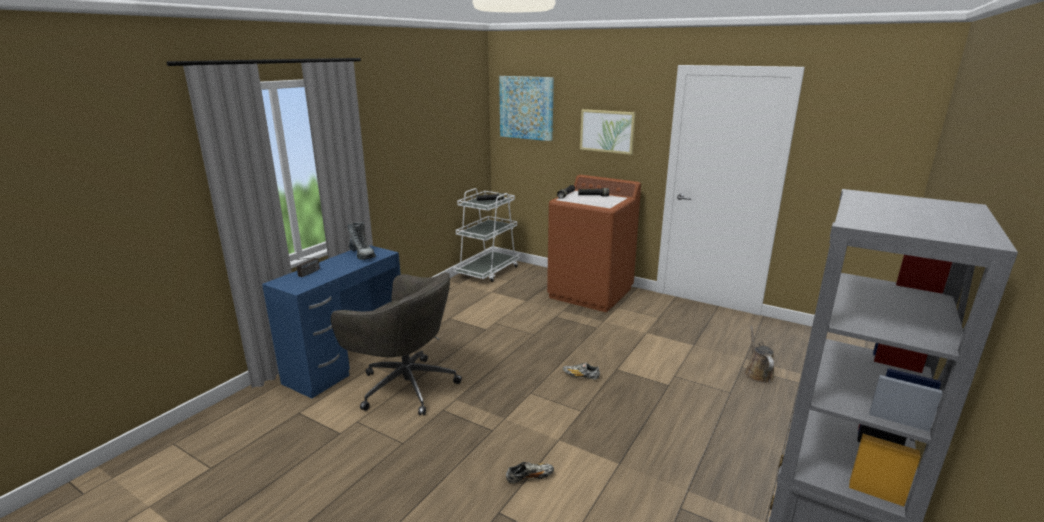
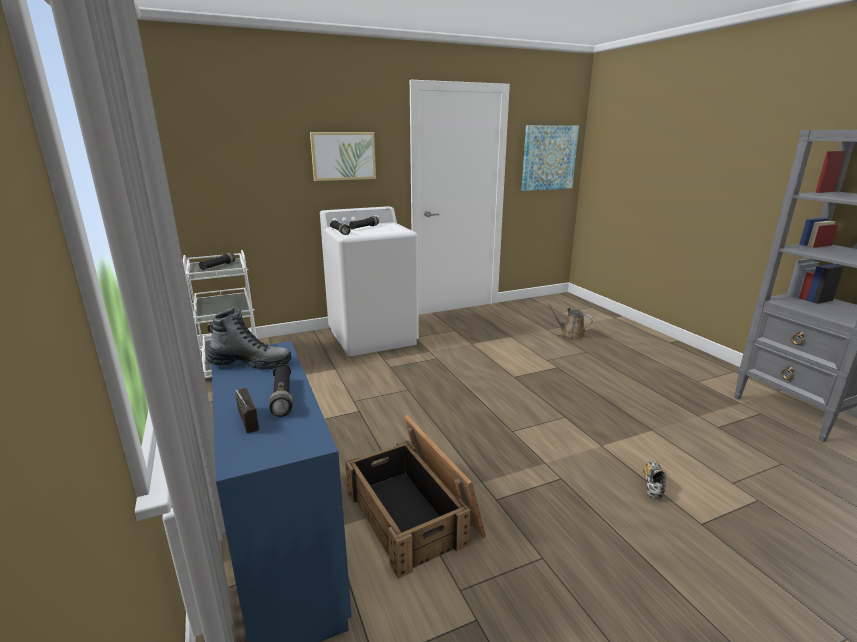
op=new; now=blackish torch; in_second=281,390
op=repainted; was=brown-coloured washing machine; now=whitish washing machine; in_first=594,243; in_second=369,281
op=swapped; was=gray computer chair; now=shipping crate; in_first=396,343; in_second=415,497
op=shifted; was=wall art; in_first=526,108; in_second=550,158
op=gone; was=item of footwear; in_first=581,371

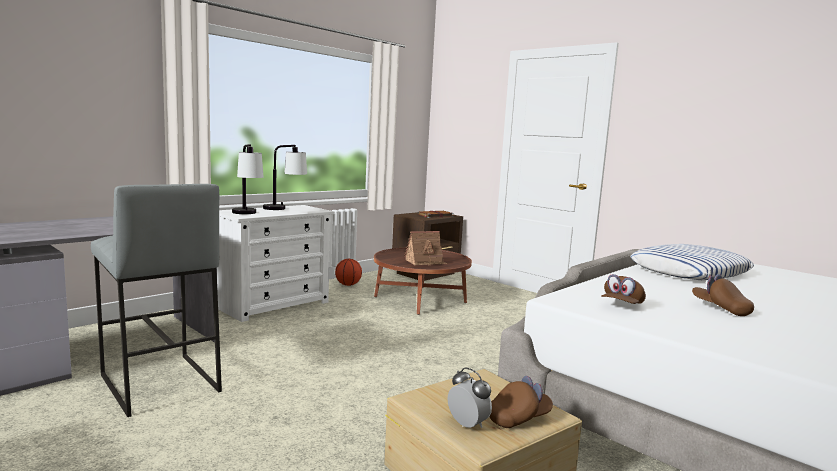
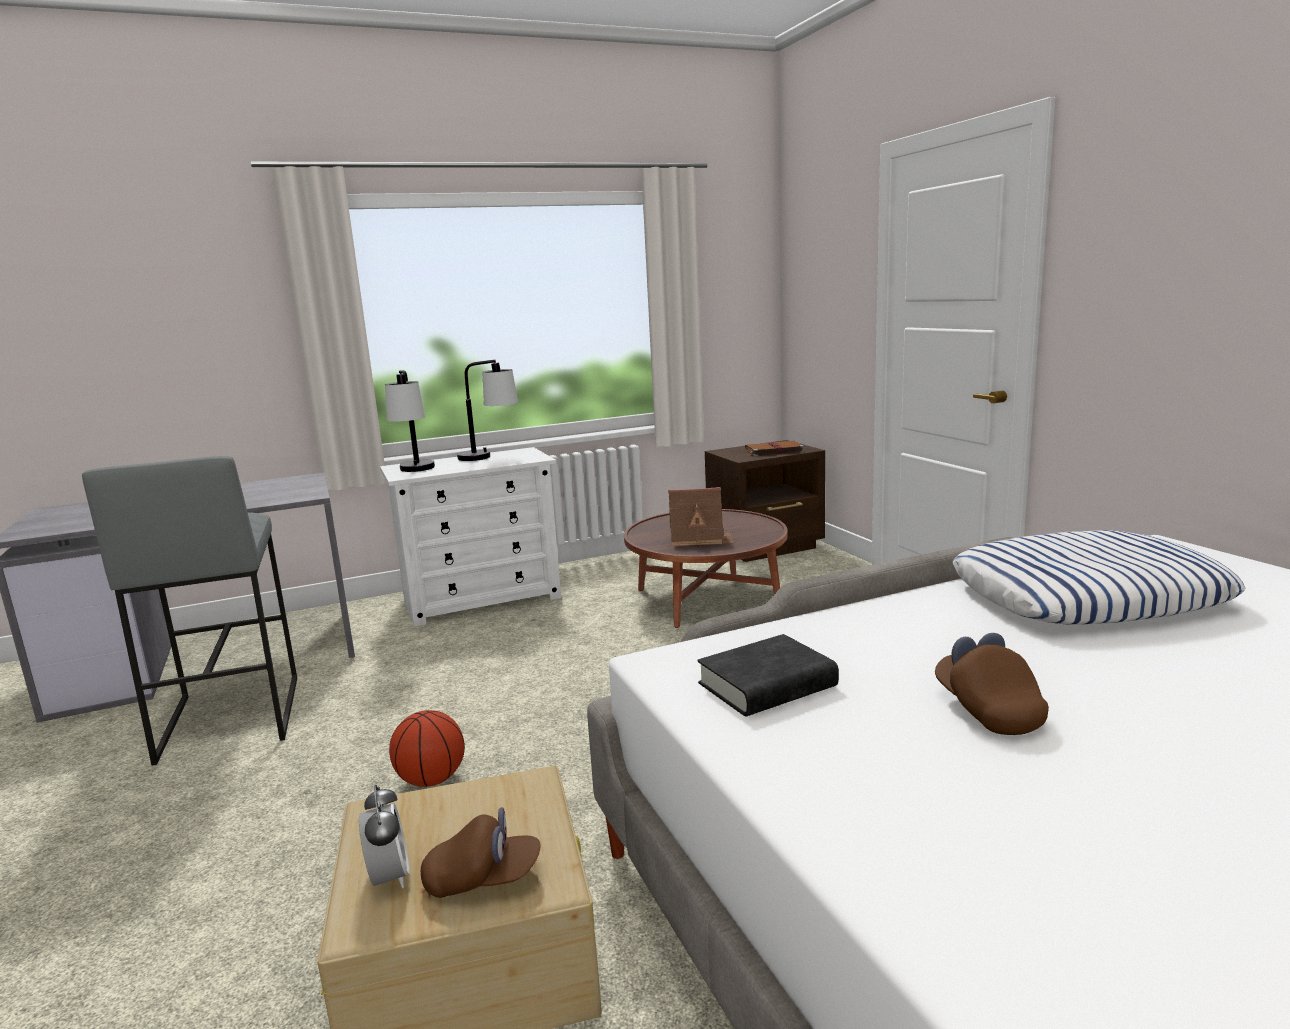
op=shifted; was=basketball; in_first=348,272; in_second=427,748
op=swapped; was=brown-coloured peaked cap; now=blackish volume; in_first=623,289; in_second=768,675

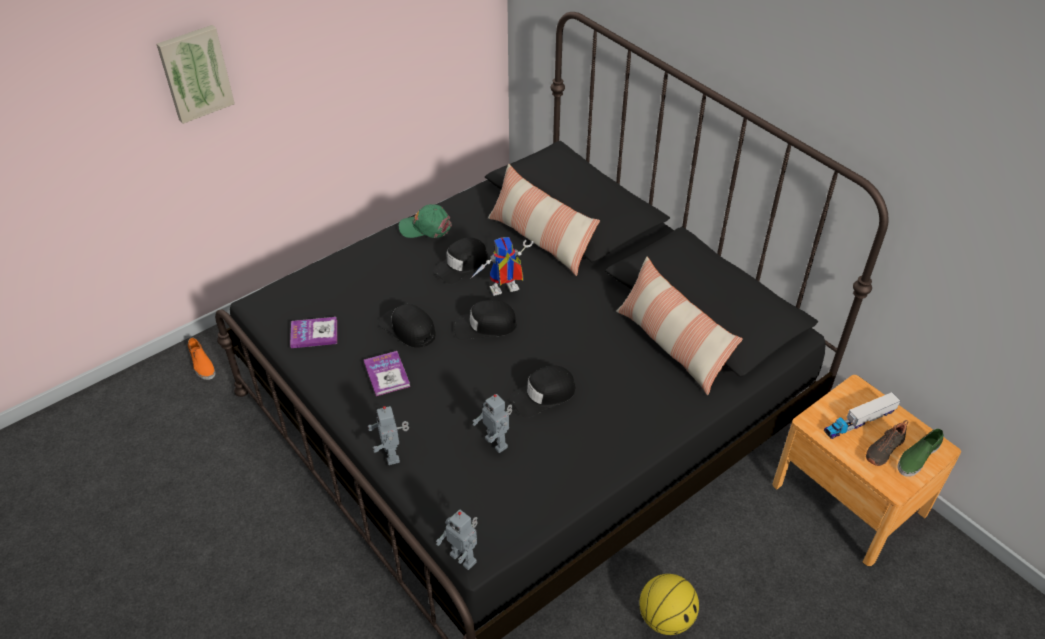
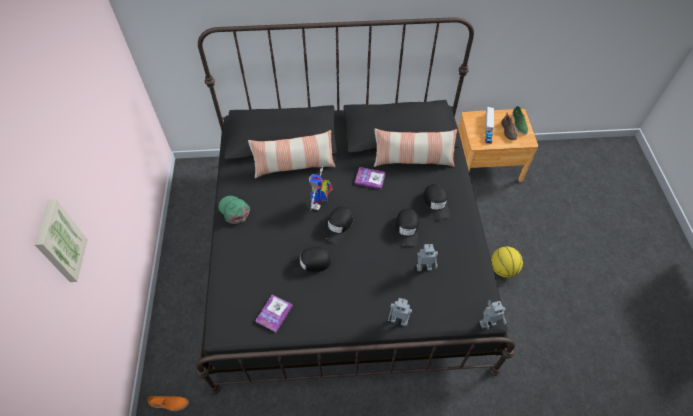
op=rotated; was=greenish peaked cap; in_first=425,221; in_second=234,210; clockwise=105
op=shifted; was=volume; in_first=387,373; in_second=370,178
op=shifted; was=blackish peaked cap; in_first=460,260; in_second=436,202

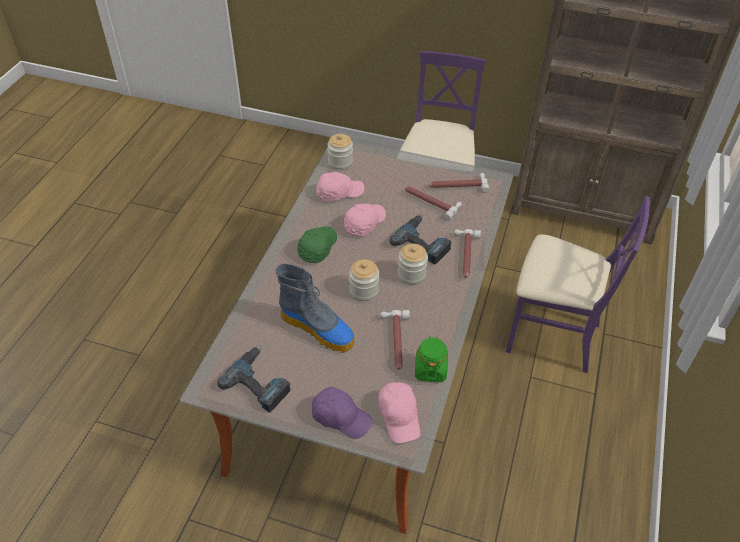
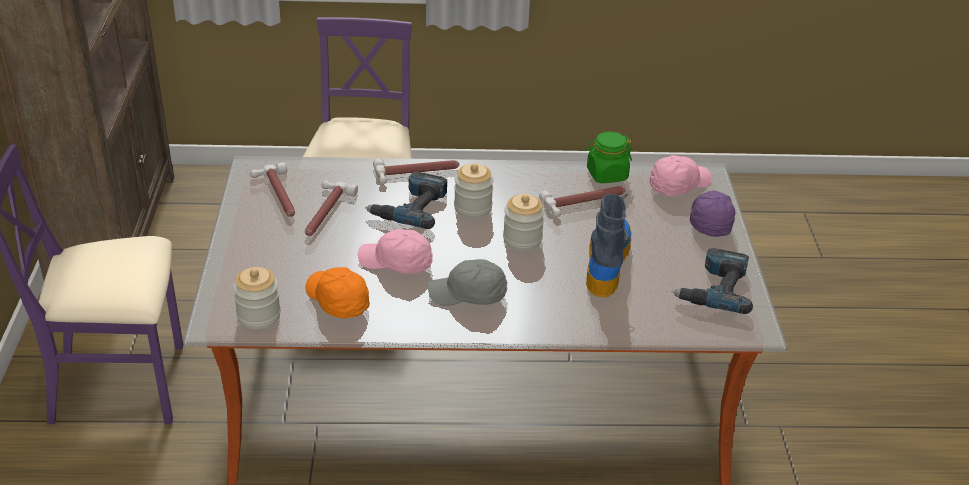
op=repainted; was=pink peaked cap; now=orangey peaked cap; in_first=340,186; in_second=337,292
op=repainted; was=greenish peaked cap; now=gray peaked cap; in_first=317,244; in_second=467,282

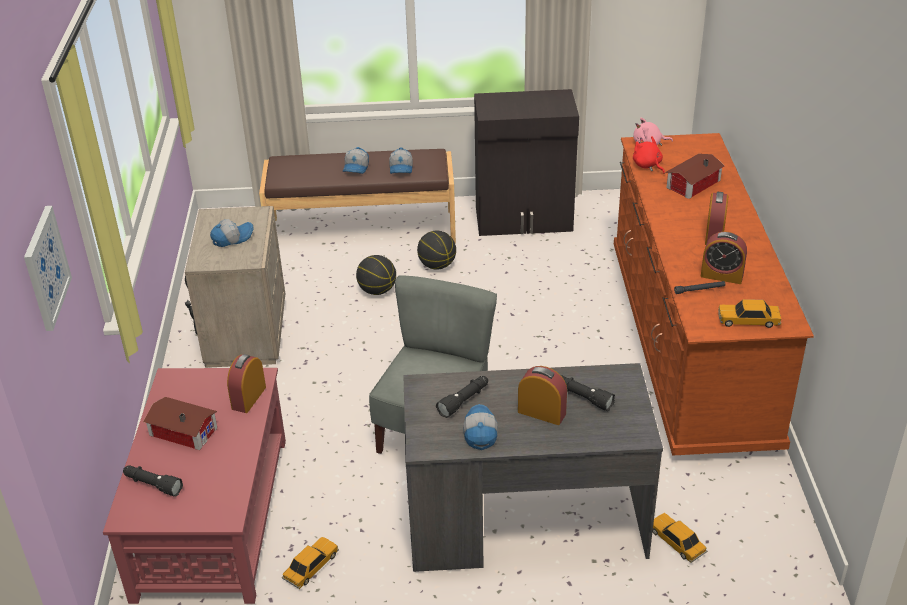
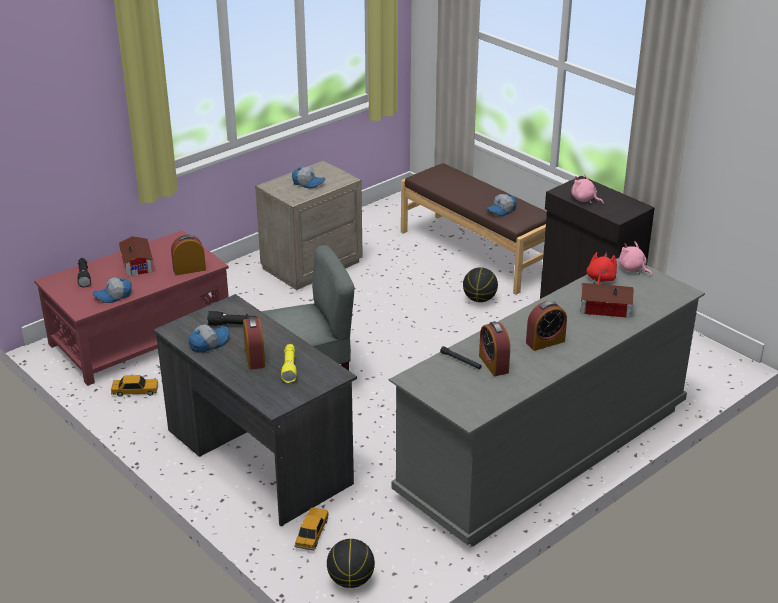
op=shifted; was=peaked cap; in_first=356,160; in_second=112,290
op=repainted; was=blackish torch; now=yellowish torch; in_first=588,393; in_second=289,363
op=shifted; was=basketball; in_first=376,275; in_second=351,563
op=repainted; was=brown-coloured dresser; now=gray dresser; in_first=714,294; in_second=547,402
op=new; now=pink cuddly toy; in_second=587,189
op=gone; was=wall art; in_first=48,268
op=gone; was=model car; in_first=749,313

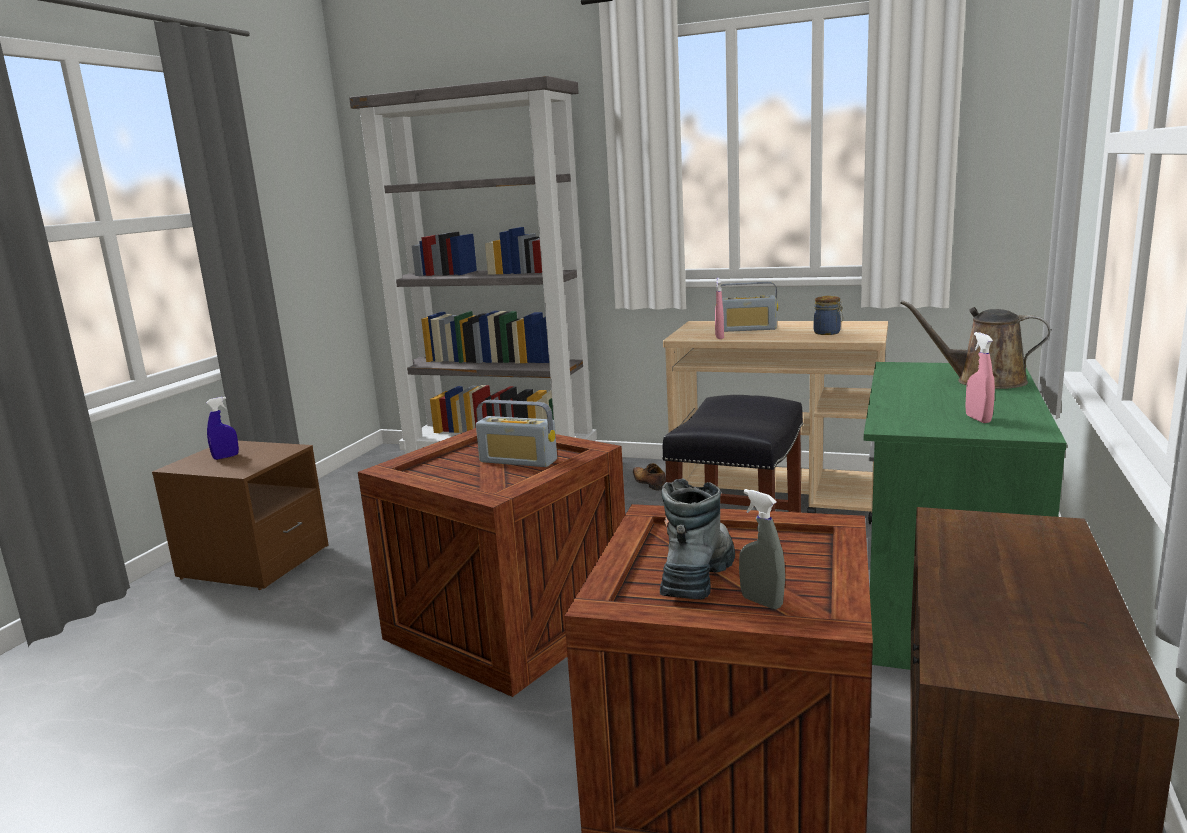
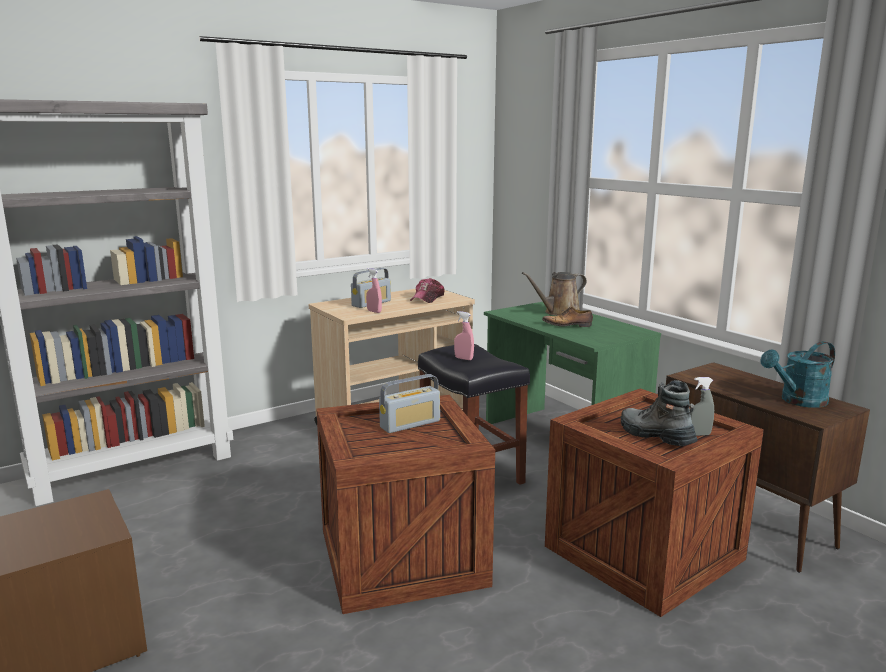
op=swapped; was=storage jar; now=peaked cap; in_first=828,315; in_second=427,290
op=shifted; was=pink spray bottle; in_first=980,377; in_second=464,335
op=shifted; was=item of footwear; in_first=649,476; in_second=567,317
op=new; now=blue-green sprinkling can; in_second=798,374
op=gone; was=blue-coloured spray bottle; in_first=222,428

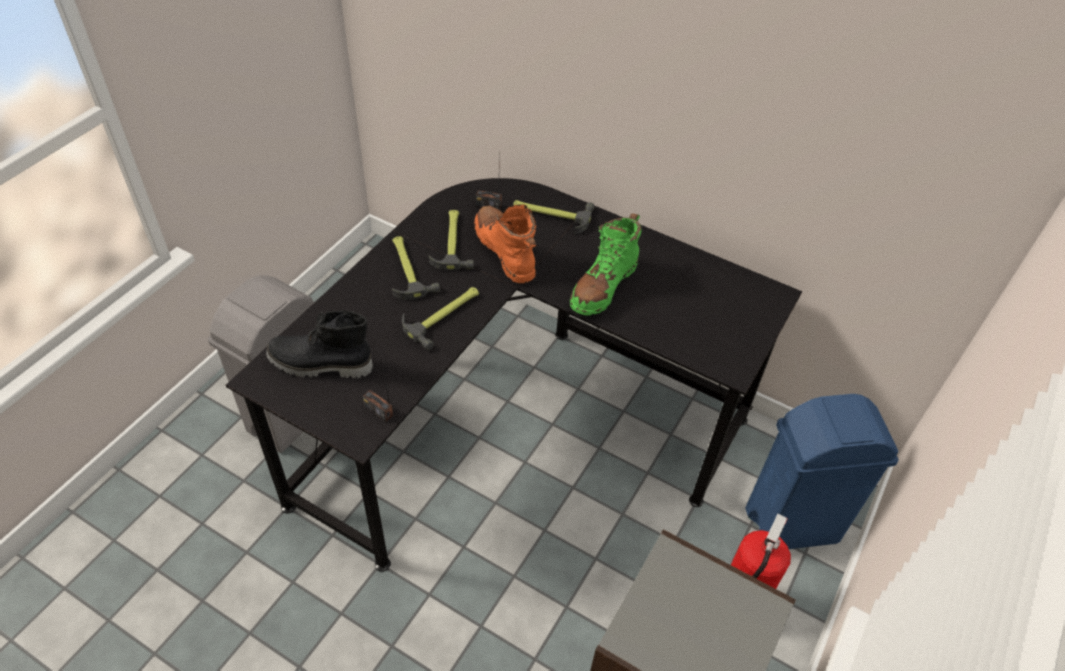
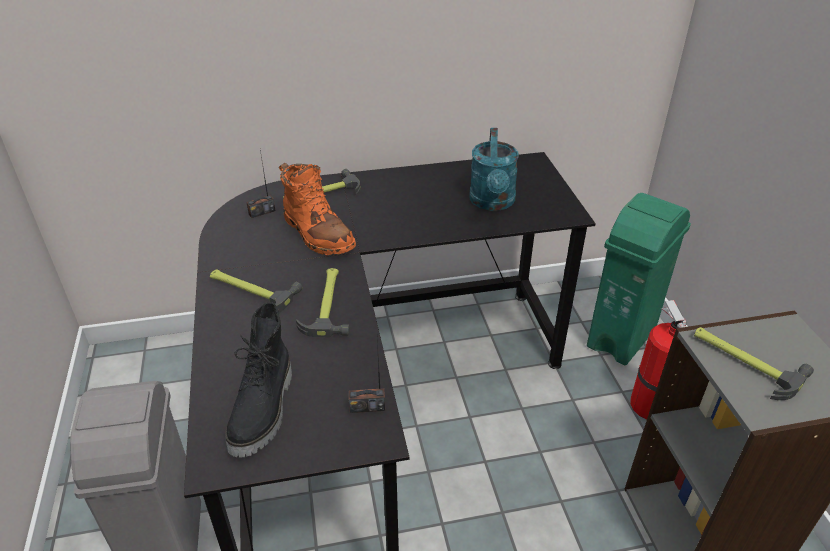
op=rotated; was=blackish tall boot; in_first=319,344; in_second=258,380; clockwise=-45
op=rotated; was=orangey tall boot; in_first=505,243; in_second=317,209; clockwise=-150
op=new; now=blue-green sprinkling can; in_second=494,169
op=repainted; was=blue-coloured waste bin; now=greenish waste bin; in_first=821,471; in_second=639,279
op=shifted; was=tool hammer; in_first=451,240; in_second=754,363
op=gone; was=greenish tall boot; in_first=606,264

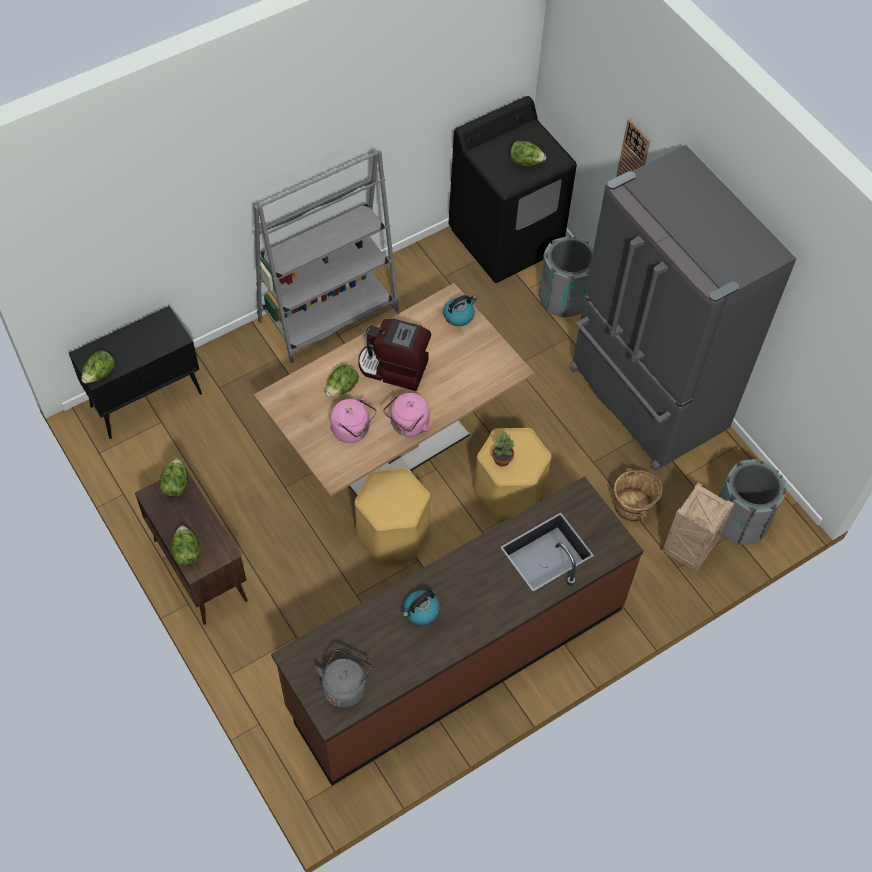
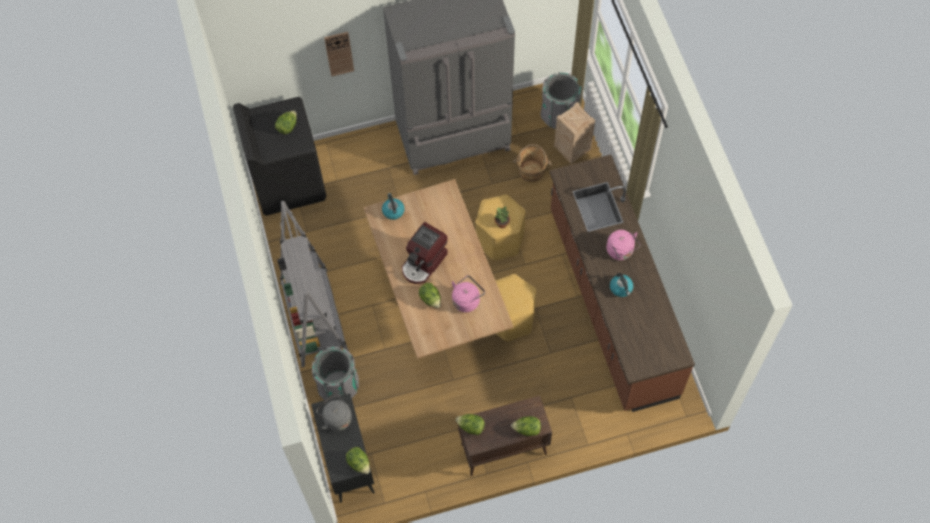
op=shifted; was=gray waste bin; in_first=566,276; in_second=335,373
op=shifted; was=gray kettle; in_first=344,678; in_second=334,412
op=shifted; was=pink kettle; in_first=407,415; in_second=623,245

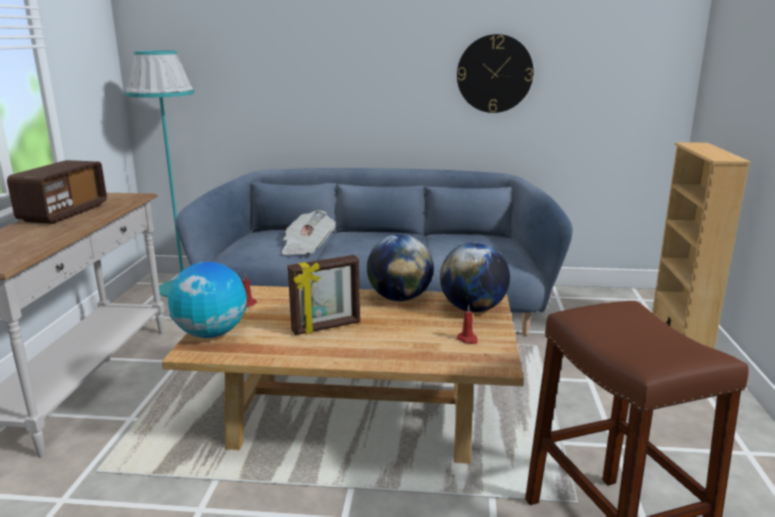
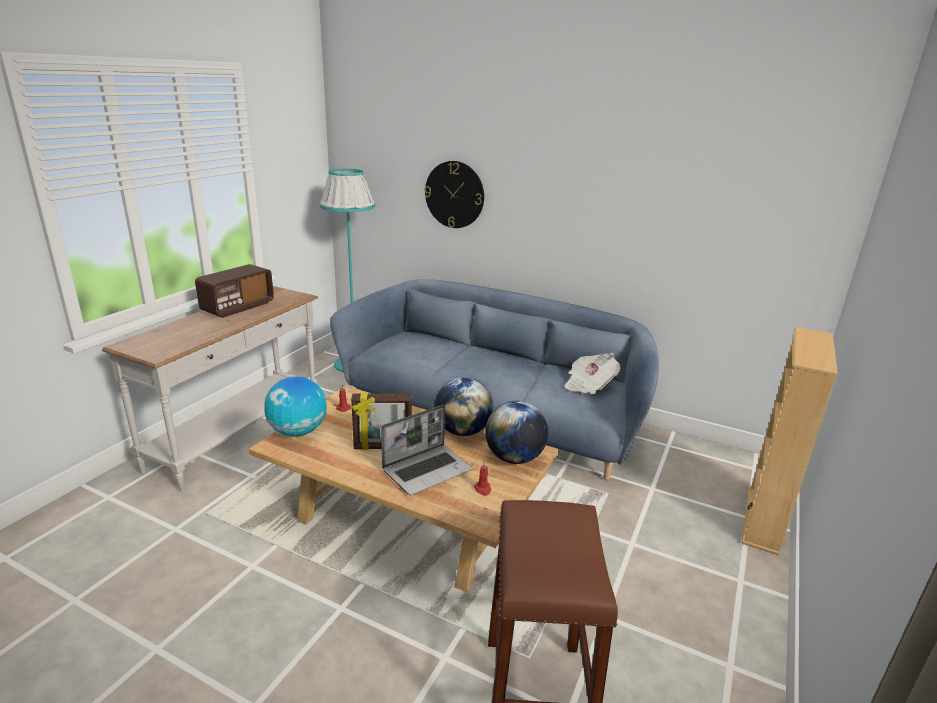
op=new; now=portable computer; in_second=427,450
op=shifted; was=wall clock; in_first=495,73; in_second=454,194
op=shifted; was=newspaper; in_first=308,232; in_second=592,373

